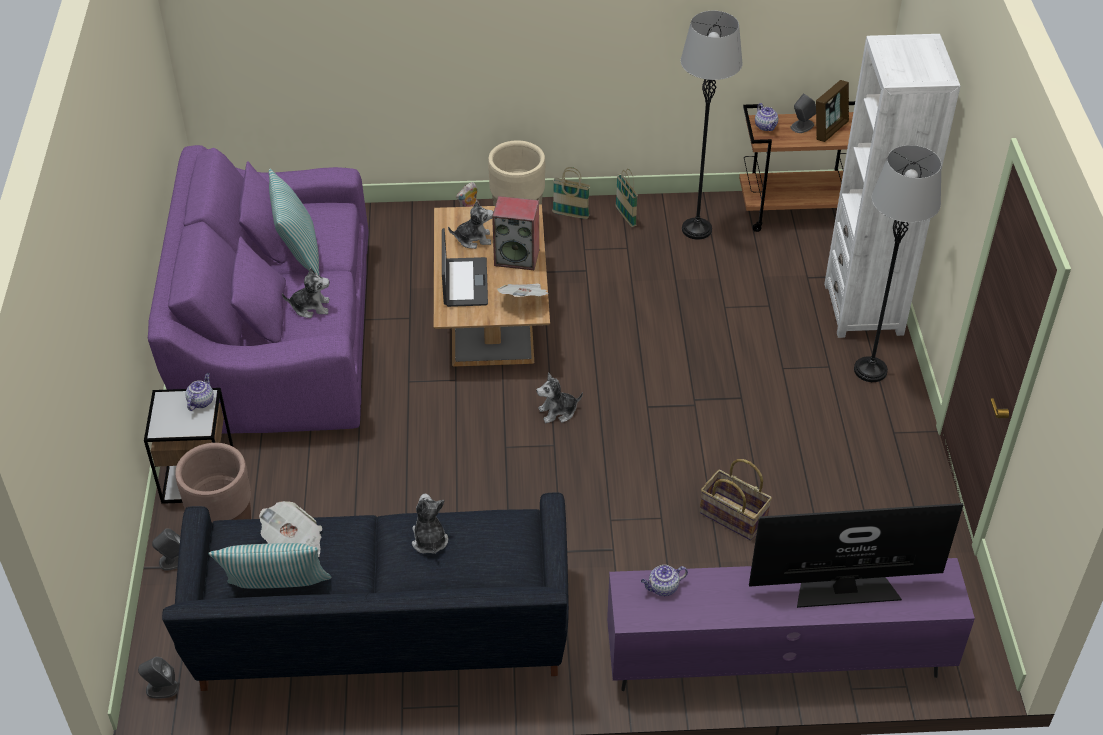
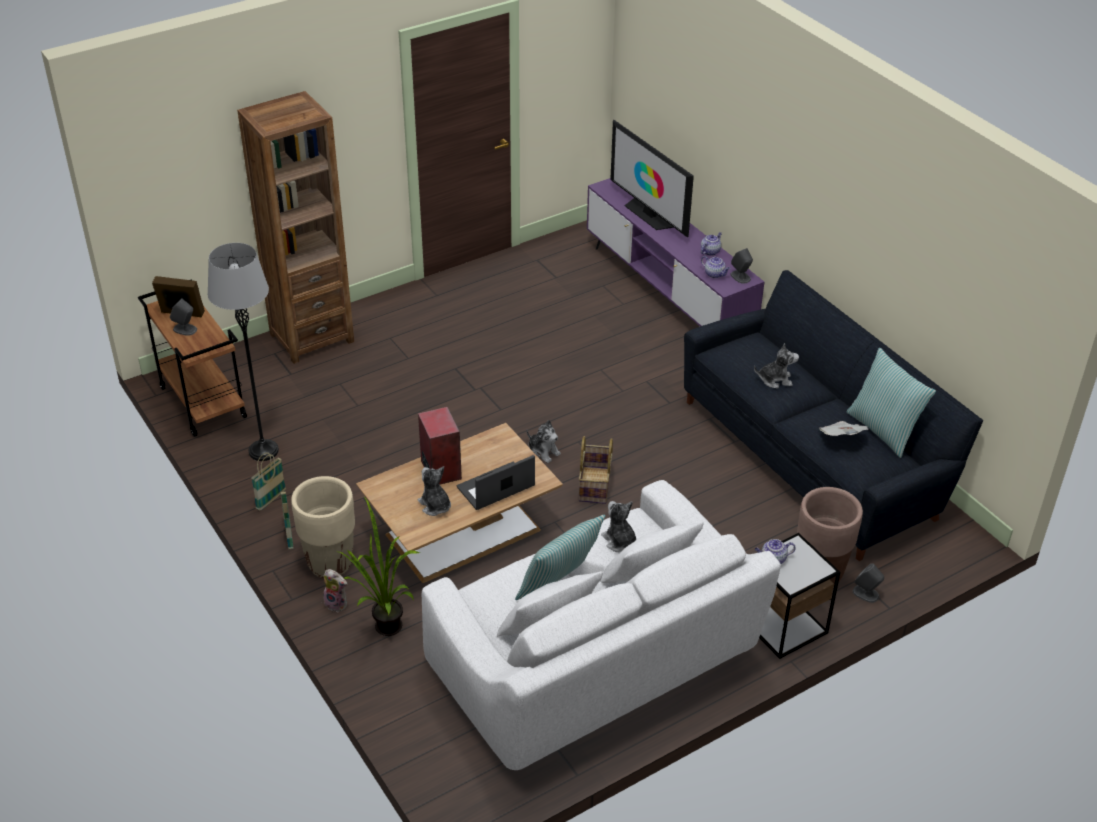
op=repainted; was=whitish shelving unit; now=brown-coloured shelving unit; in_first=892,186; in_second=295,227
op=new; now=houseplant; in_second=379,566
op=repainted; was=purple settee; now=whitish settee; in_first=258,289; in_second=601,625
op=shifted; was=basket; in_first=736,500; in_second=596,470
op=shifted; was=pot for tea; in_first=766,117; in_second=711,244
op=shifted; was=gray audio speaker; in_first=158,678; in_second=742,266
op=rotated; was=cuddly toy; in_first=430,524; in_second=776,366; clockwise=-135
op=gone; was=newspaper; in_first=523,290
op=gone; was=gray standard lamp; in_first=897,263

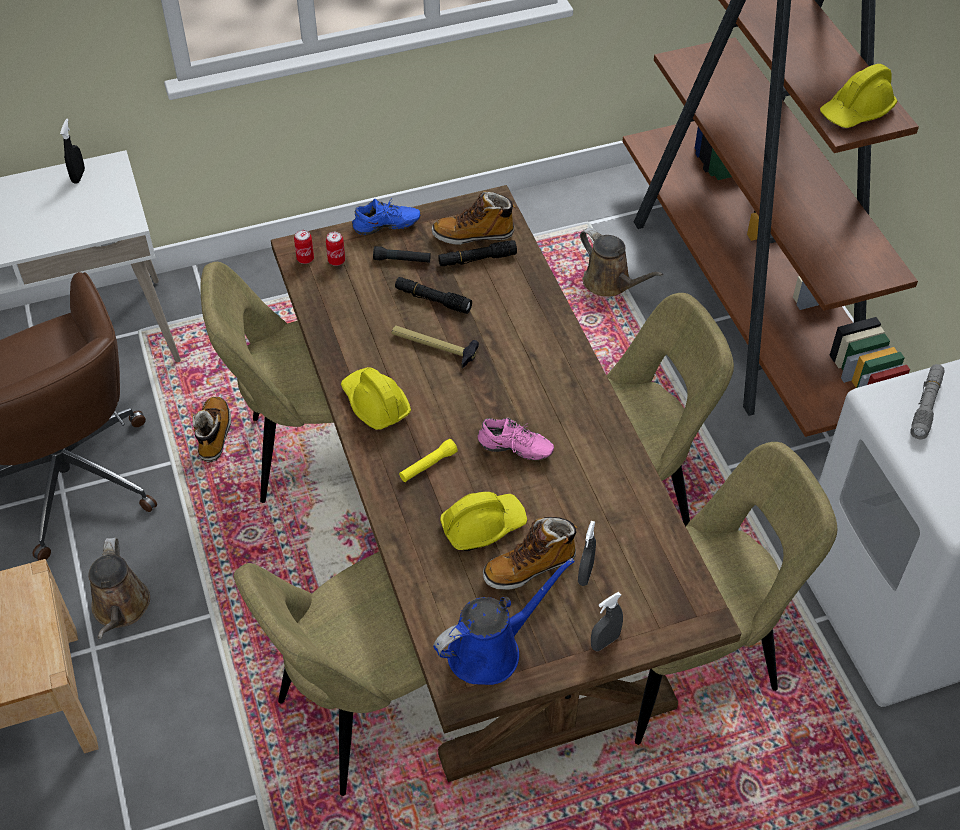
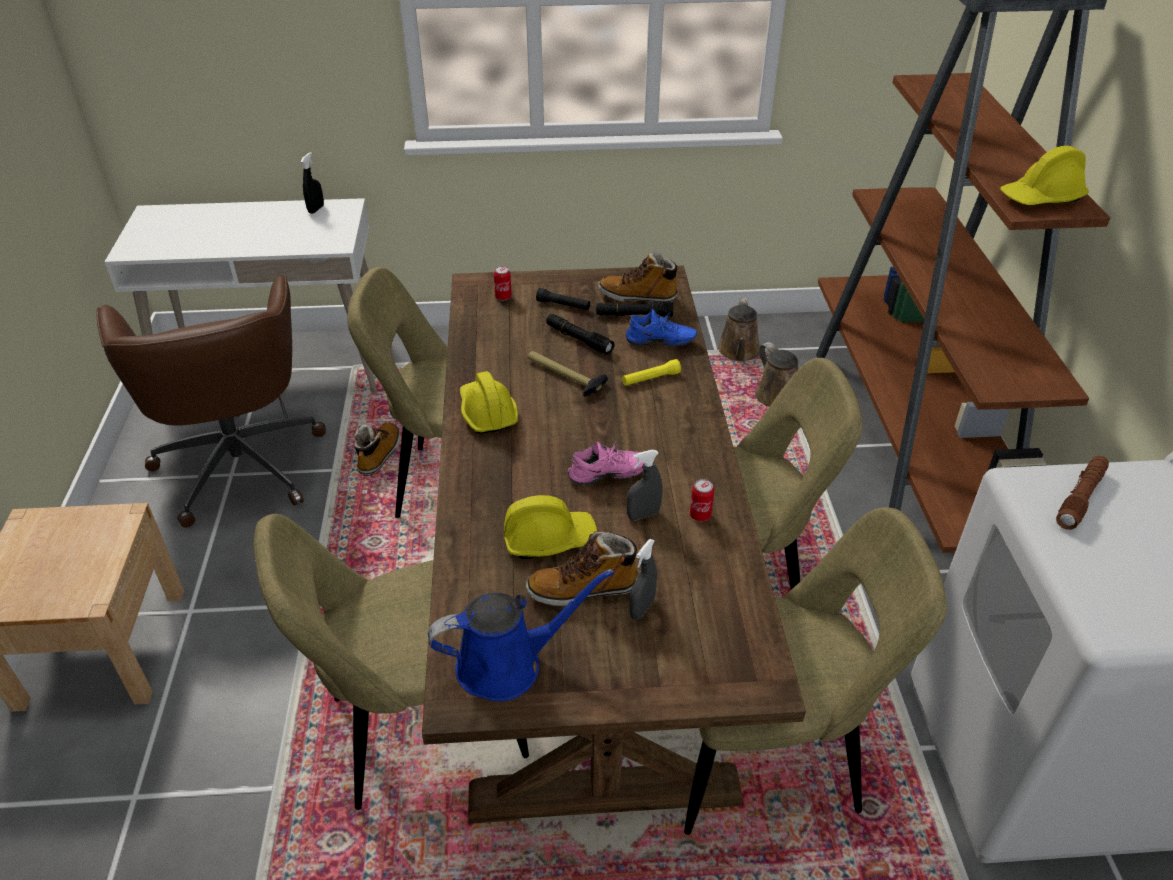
op=rotated; was=pink item of footwear; in_first=516,438; in_second=606,463; clockwise=-45
op=shifted; was=yellowish torch; in_first=428,460; in_second=651,372
op=shifted; was=blue-coloured item of footwear; in_first=386,216; in_second=661,327
op=shifted; was=gray spray bottle; in_first=607,621; in_second=644,485
op=shifted; was=sealed can; in_first=304,247; in_second=702,500
op=shifted; was=brown-coloured sprinkling can; in_first=119,588; in_second=738,329
op=repainted; was=gray torch; now=brown-coloured torch; in_first=927,401; in_second=1082,493

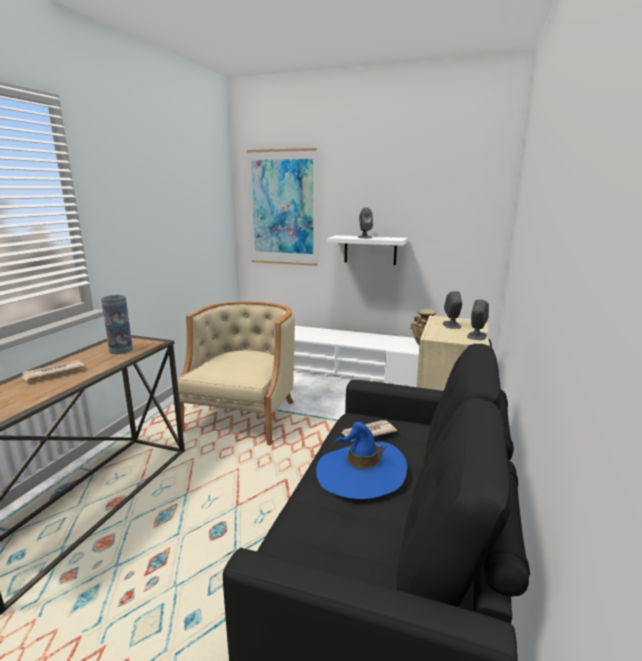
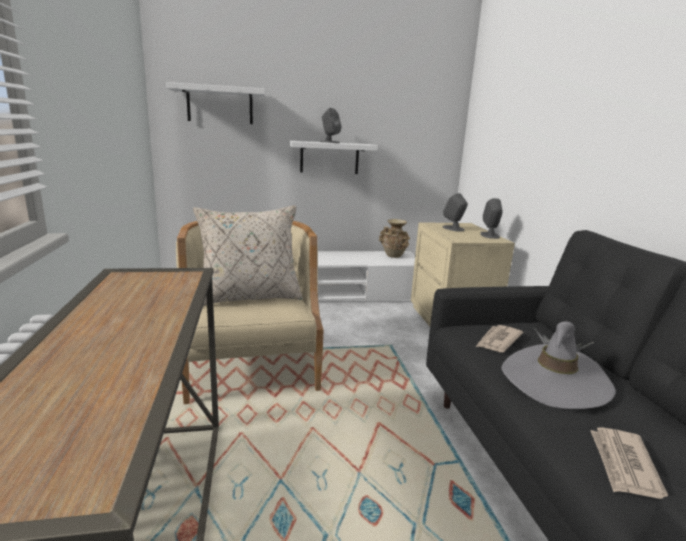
op=swapped; was=wall art; now=whitish wall shelf; in_first=282,207; in_second=215,103
op=new; now=sand-coloured pillow; in_second=248,255
op=repainted; was=blue-coloured clothing hat; now=gray clothing hat; in_first=361,460; in_second=558,365
op=shifted; was=newspaper; in_first=53,370; in_second=629,463
op=gone; was=flower vase; in_first=117,324

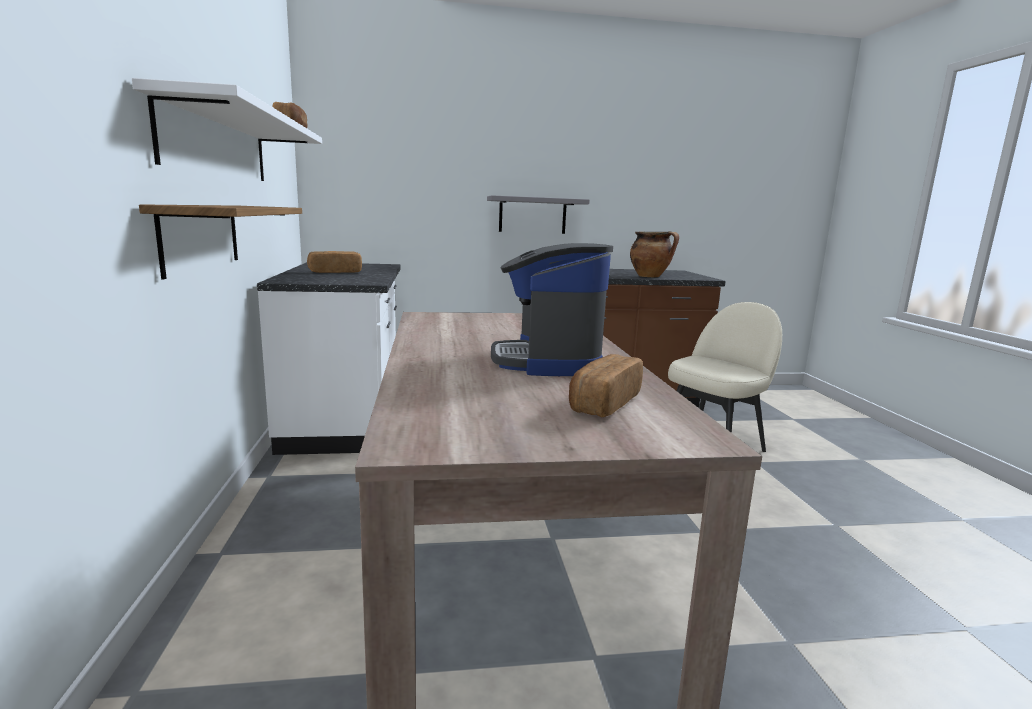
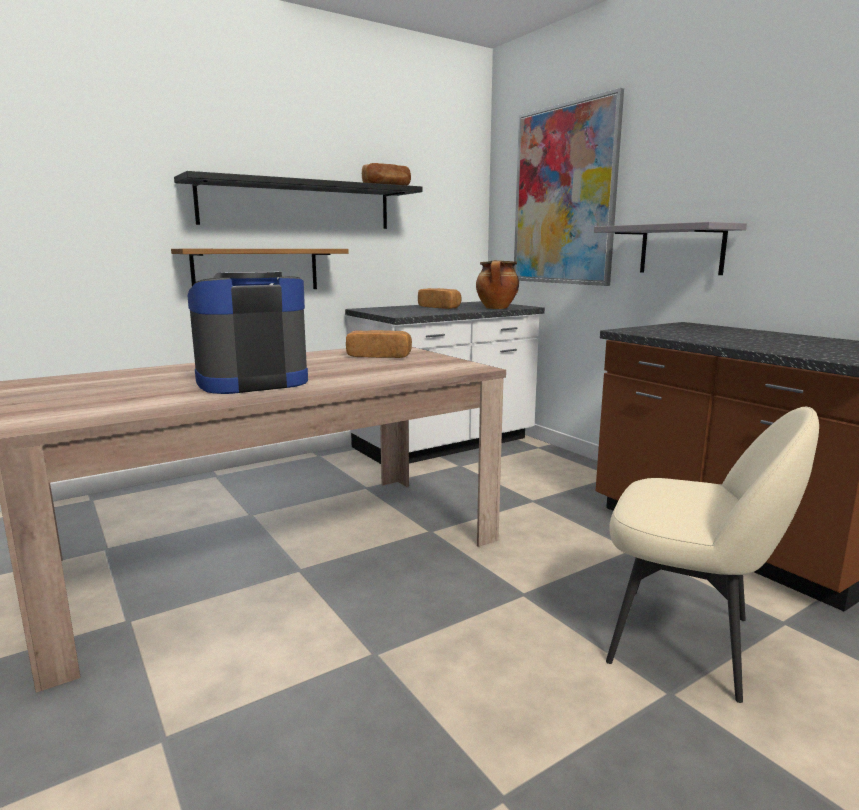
op=repainted; was=whitish wall shelf; now=blackish wall shelf; in_first=227,129; in_second=298,200
op=shifted; was=baked bread; in_first=606,385; in_second=379,344
op=shifted; was=saucepot; in_first=654,254; in_second=497,284
op=new; now=wall art; in_second=569,187

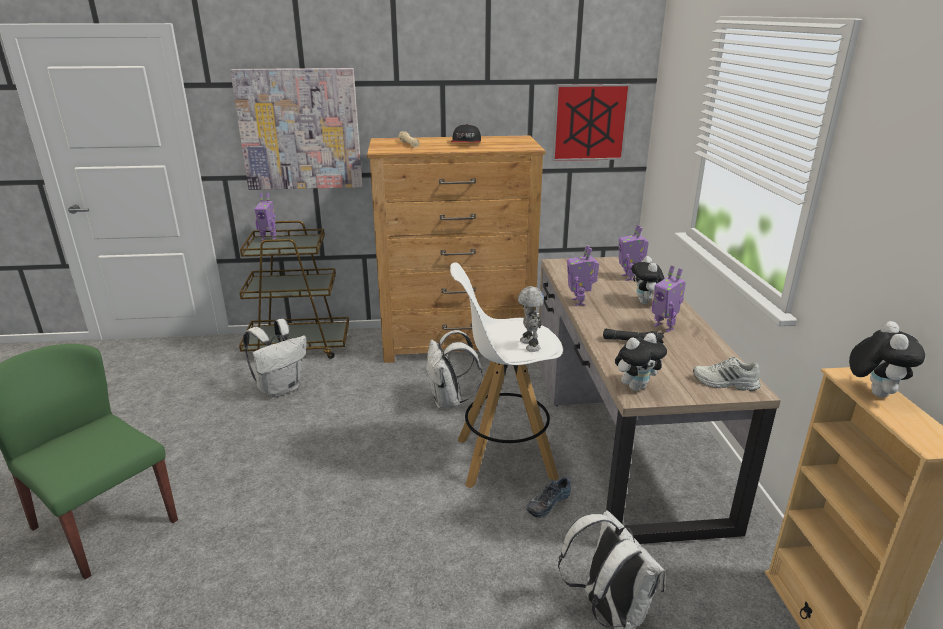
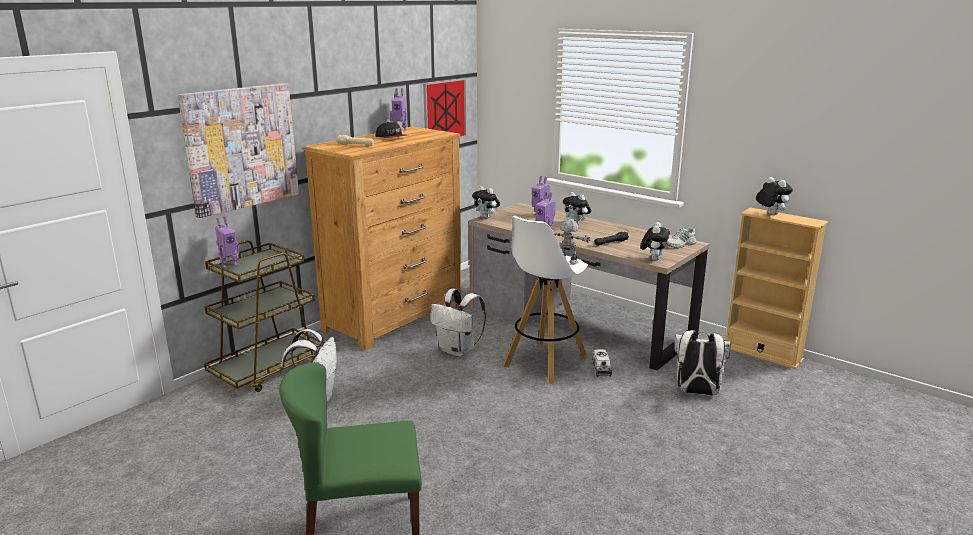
op=shifted; was=model robot; in_first=669,298; in_second=399,109
op=new; now=cuddly toy; in_second=486,202
op=swapped; was=item of footwear; now=model truck; in_first=549,497; in_second=602,363

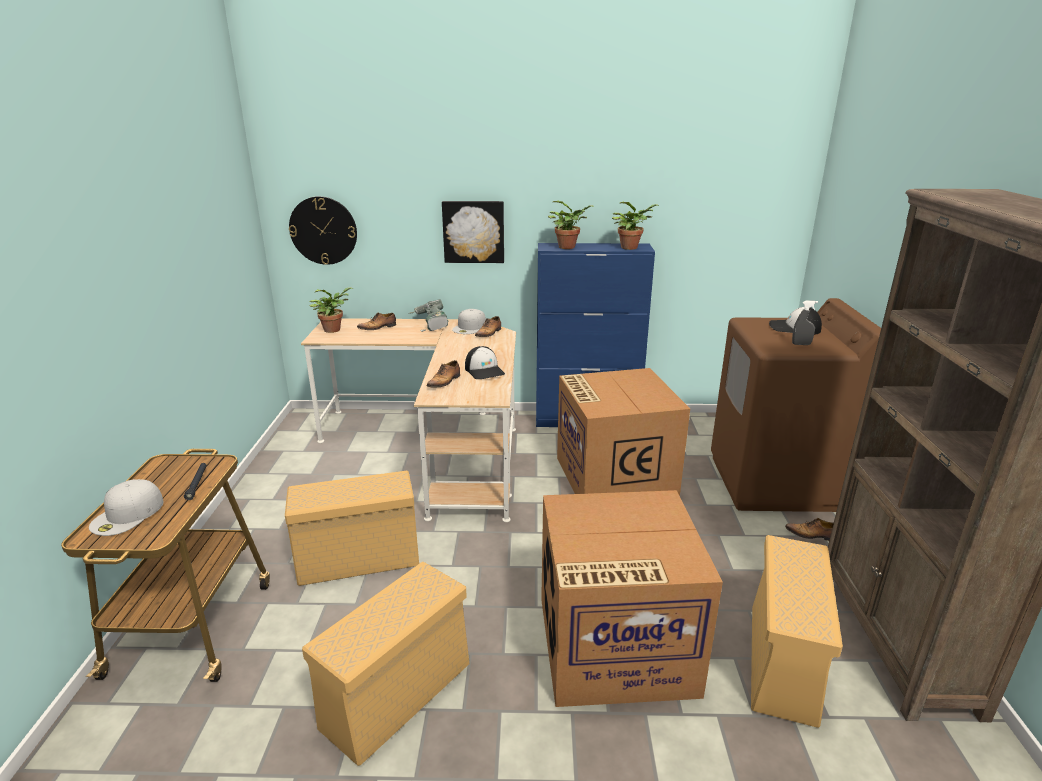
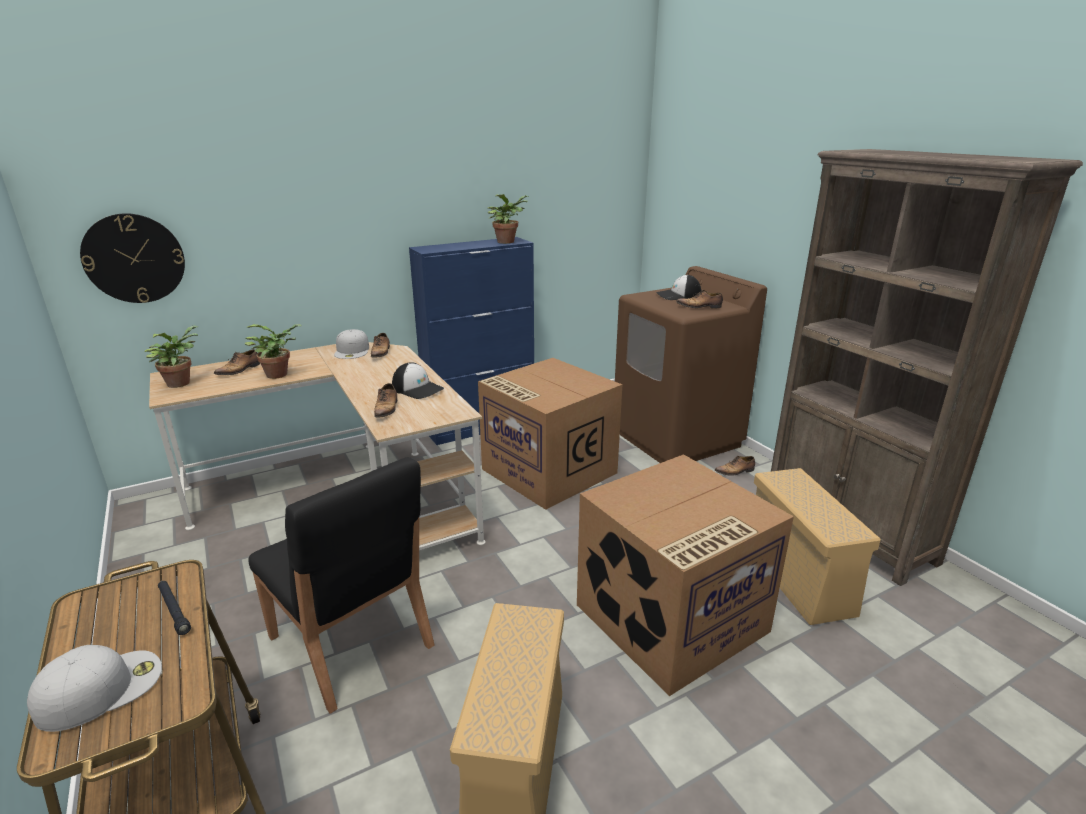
op=rotated; was=whitish peaked cap; in_first=126,507; in_second=94,688; clockwise=-120
op=shifted; was=houseplant; in_first=571,225; in_second=272,351
op=swapped; was=sand-coloured storage box; now=blackish plain chair; in_first=352,528; in_second=341,585
op=swapped; was=gray spray bottle; now=item of footwear; in_first=805,322; in_second=699,299
op=gone; was=drill; in_first=429,315
op=gone; was=wall art; in_first=473,232

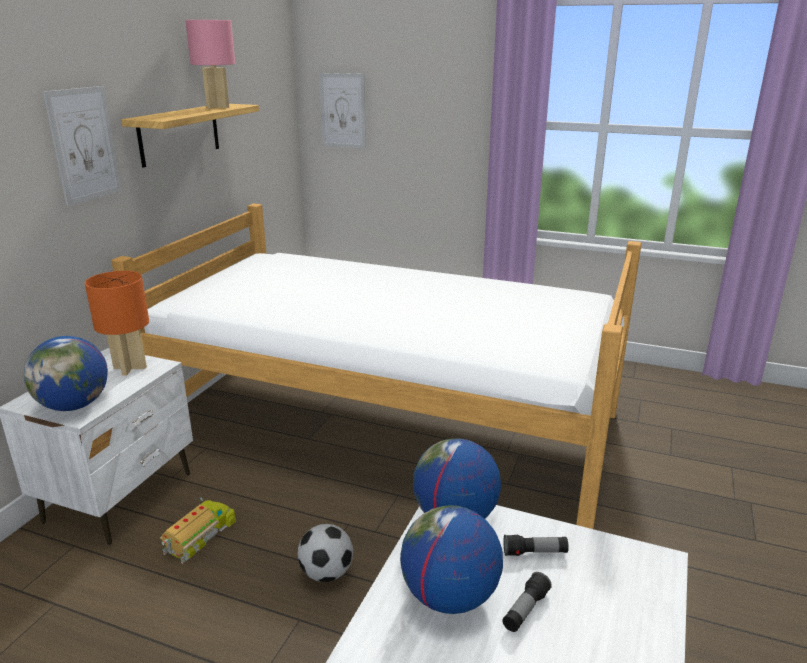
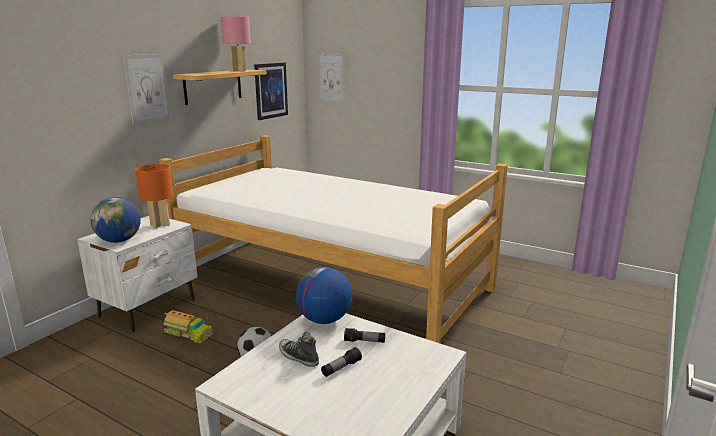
op=rotated; was=model truck; in_first=198,530; in_second=188,326; clockwise=75
op=new; now=wall art; in_second=271,91
op=swapped; was=desk globe; now=item of footwear; in_first=451,559; in_second=299,349

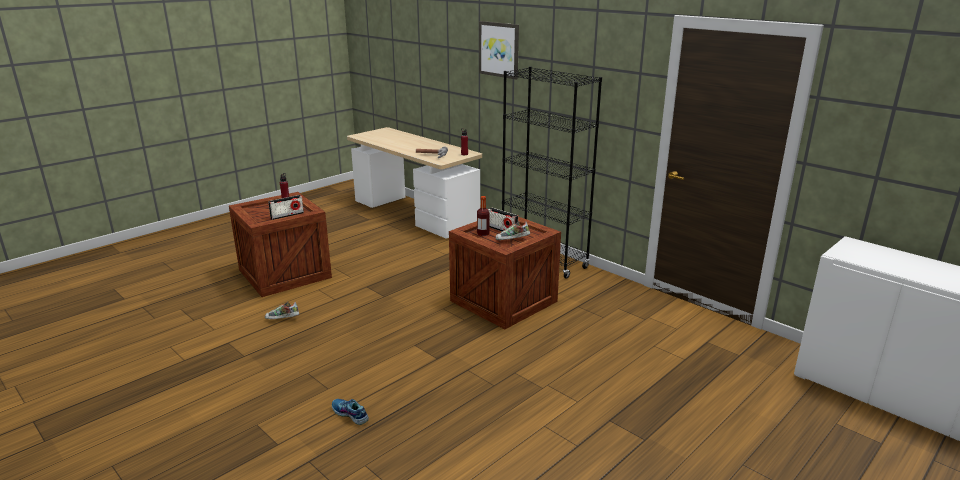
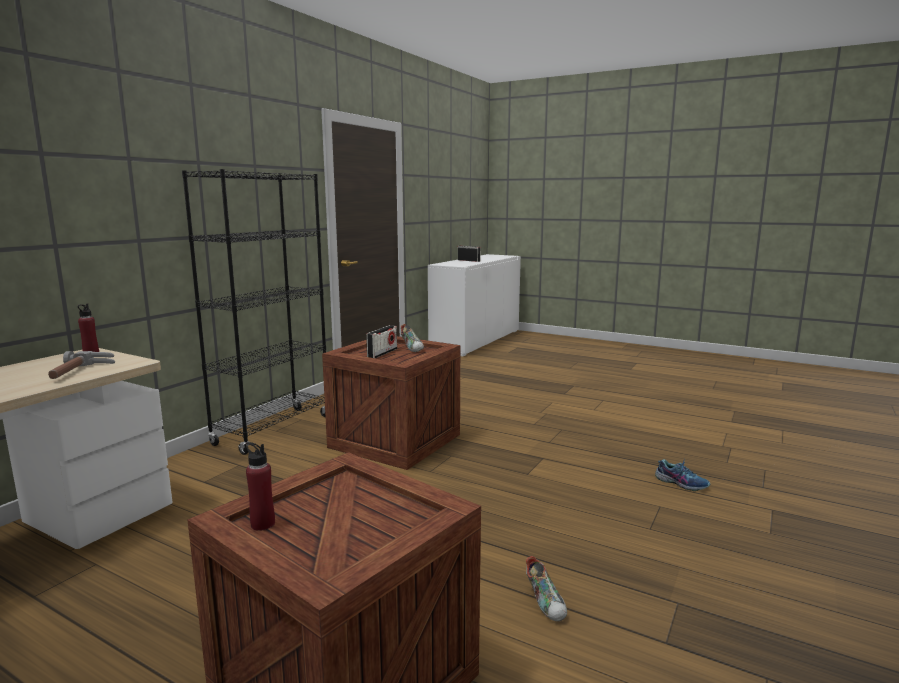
op=shifted; was=radio; in_first=286,207; in_second=469,254
op=rotated; was=item of footwear; in_first=350,412; in_second=682,474; clockwise=-75
op=gone; was=drink bottle; in_first=483,216
op=gone; was=wall art; in_first=499,50

